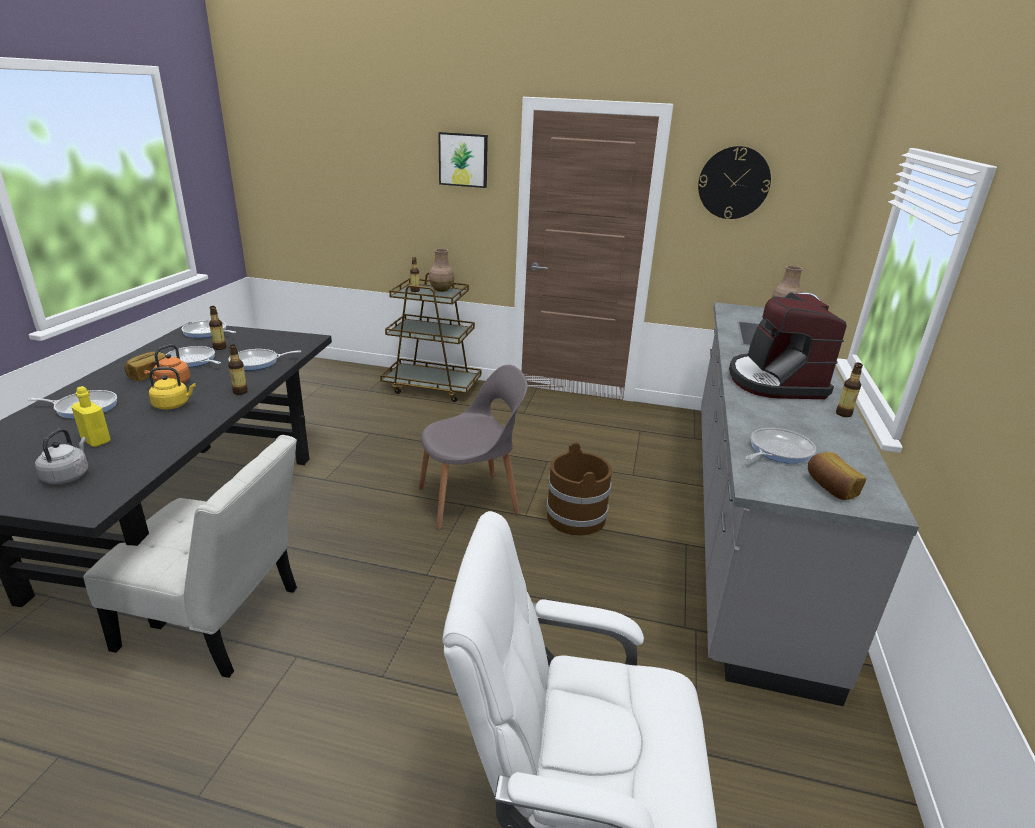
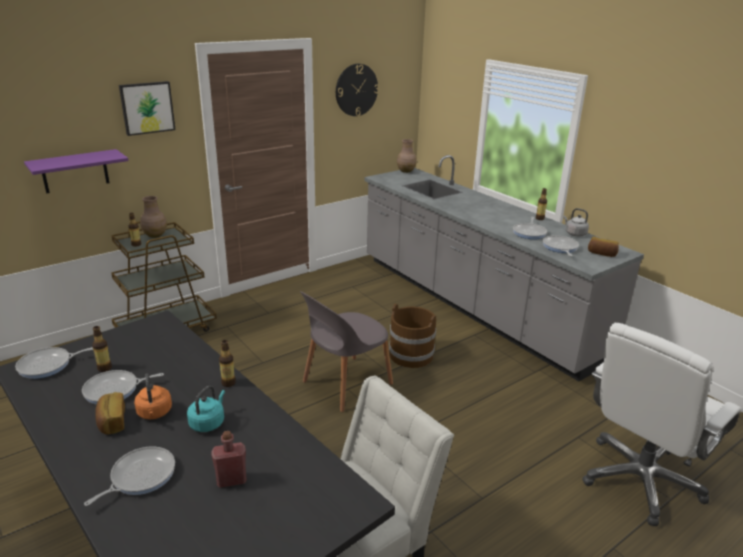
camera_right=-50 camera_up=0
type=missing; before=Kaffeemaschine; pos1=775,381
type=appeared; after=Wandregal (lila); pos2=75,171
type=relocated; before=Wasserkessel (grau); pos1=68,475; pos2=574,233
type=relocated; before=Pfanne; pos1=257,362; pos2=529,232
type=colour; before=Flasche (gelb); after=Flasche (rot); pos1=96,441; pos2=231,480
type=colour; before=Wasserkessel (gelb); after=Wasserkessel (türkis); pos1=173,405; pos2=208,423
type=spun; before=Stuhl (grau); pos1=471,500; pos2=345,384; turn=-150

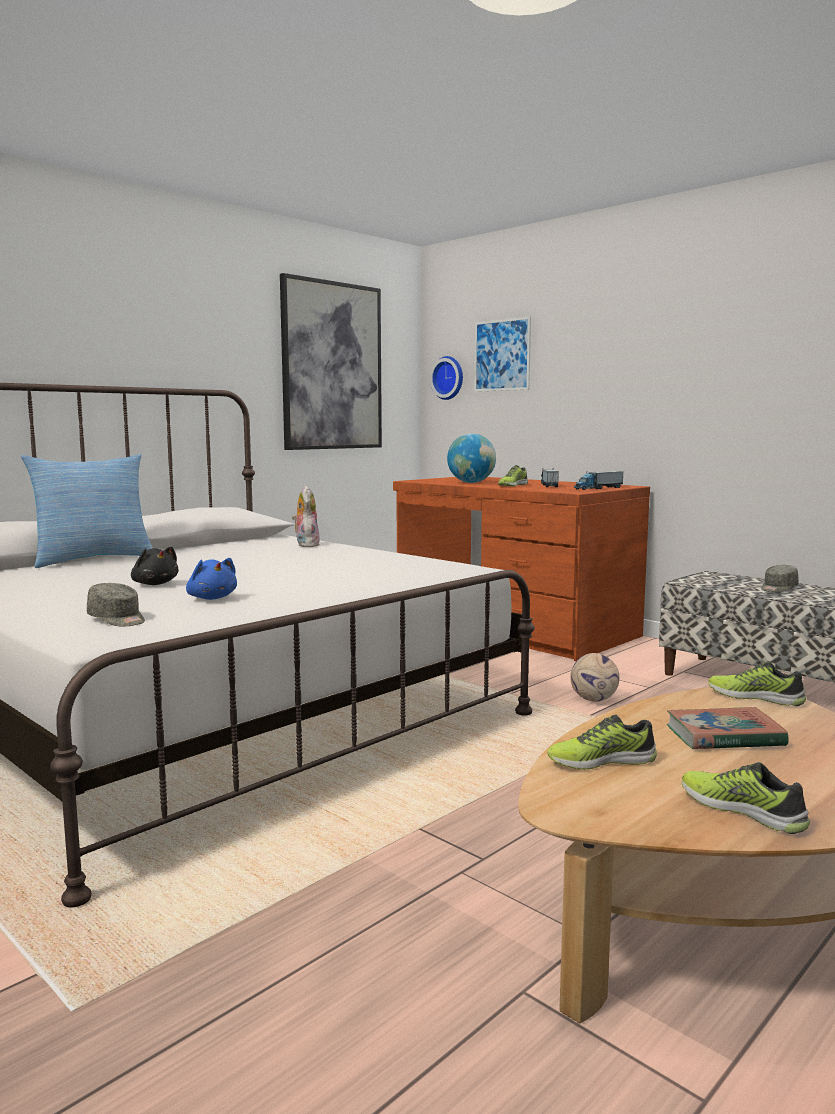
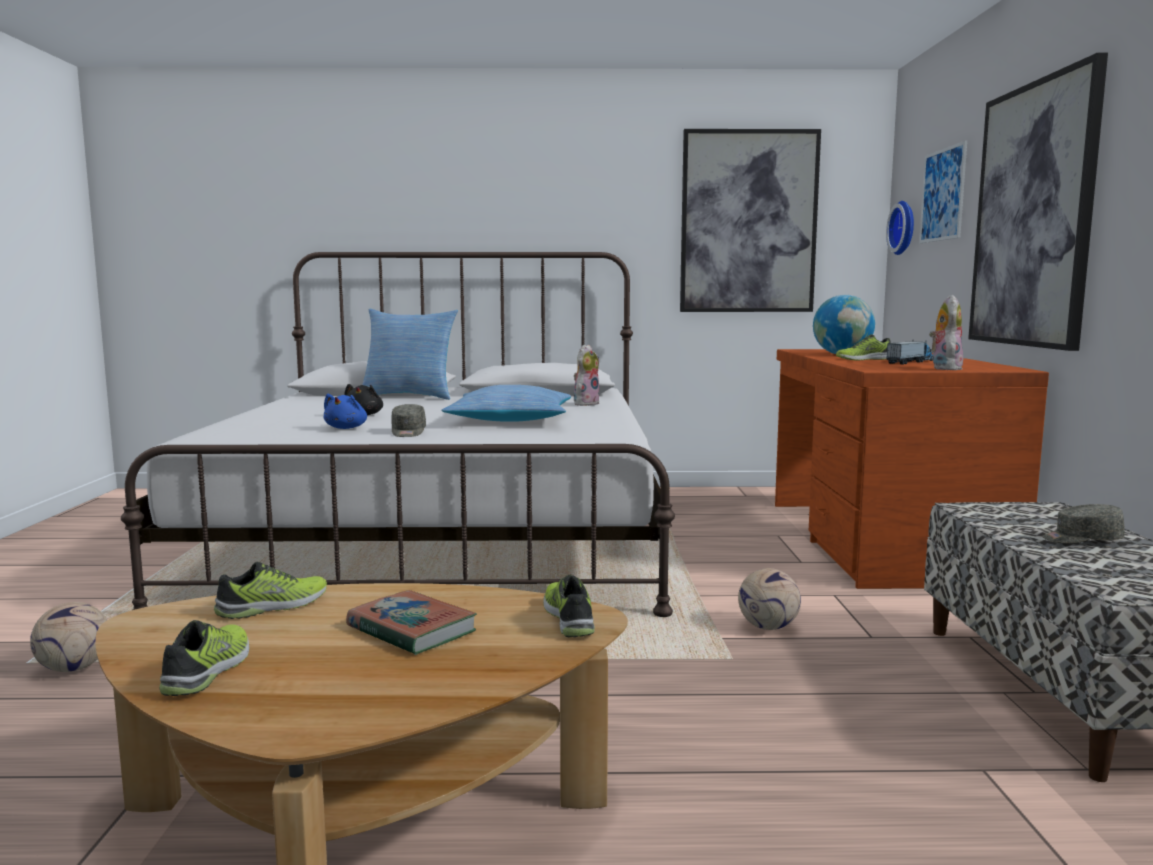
camera_right=45 camera_up=0
type=appeared; after=Fußball; pos2=73,668
type=appeared; after=Kissen; pos2=510,420
type=appeared; after=Bild; pos2=1033,215
type=relocated; before=Kappe (grau); pos1=117,619; pos2=408,432
type=exchanged; before=Spielzeuglaster; after=Plüschtier; pos1=598,488; pos2=944,369
type=spun; before=Schuh; pos1=600,761; pos2=273,606; turn=105

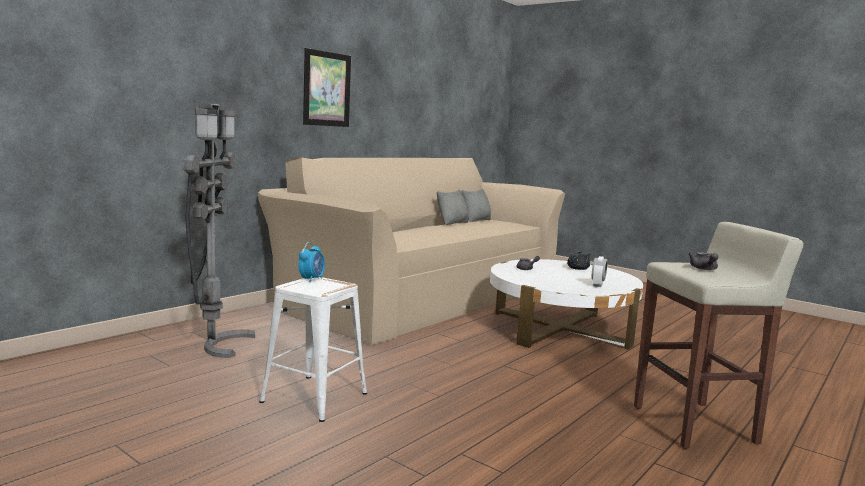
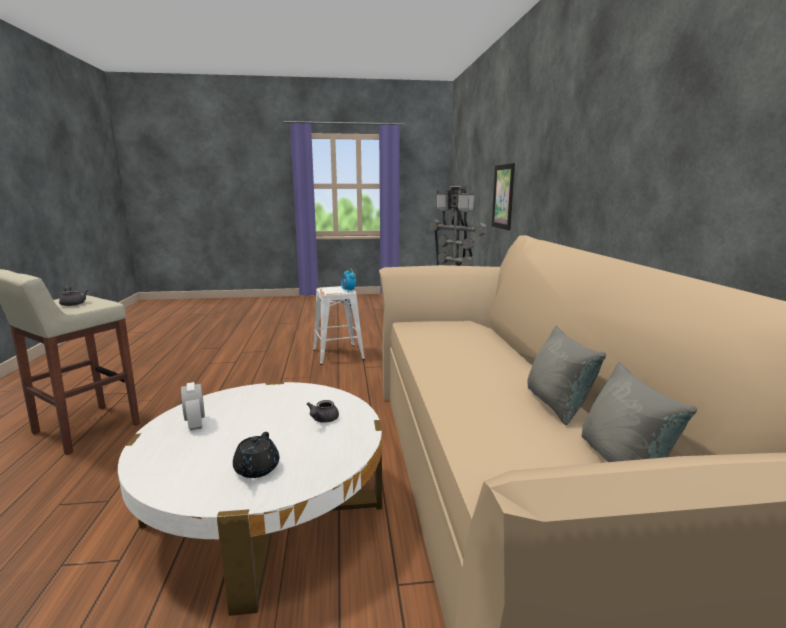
camera_right=135 camera_up=5
type=relocated; before=Bild; pos1=326,89; pos2=503,196

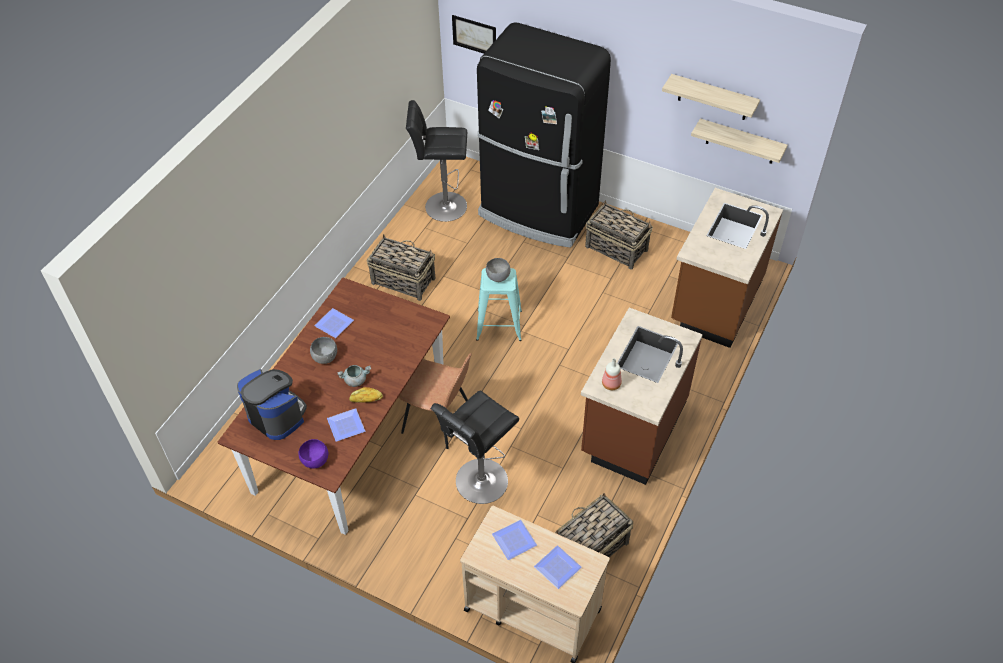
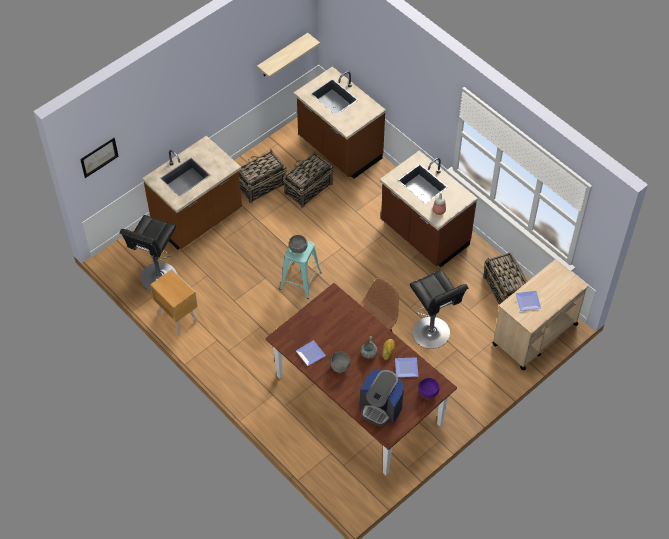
camera_right=-70 camera_up=5
type=missing; before=Teller; pos1=557,569
type=missing; before=Wandregal; pos1=713,98
type=appeared; after=Nachttisch (braun); pos2=178,317
type=relocated; before=Korb; pos1=402,280; pos2=308,189
type=exchanged; before=Kühlschrank (schwarz); after=Küchenzeile (braun); pos1=538,212; pos2=198,219
type=spun; before=Kaffeemaschine; pos1=277,416; pos2=380,407; turn=-120

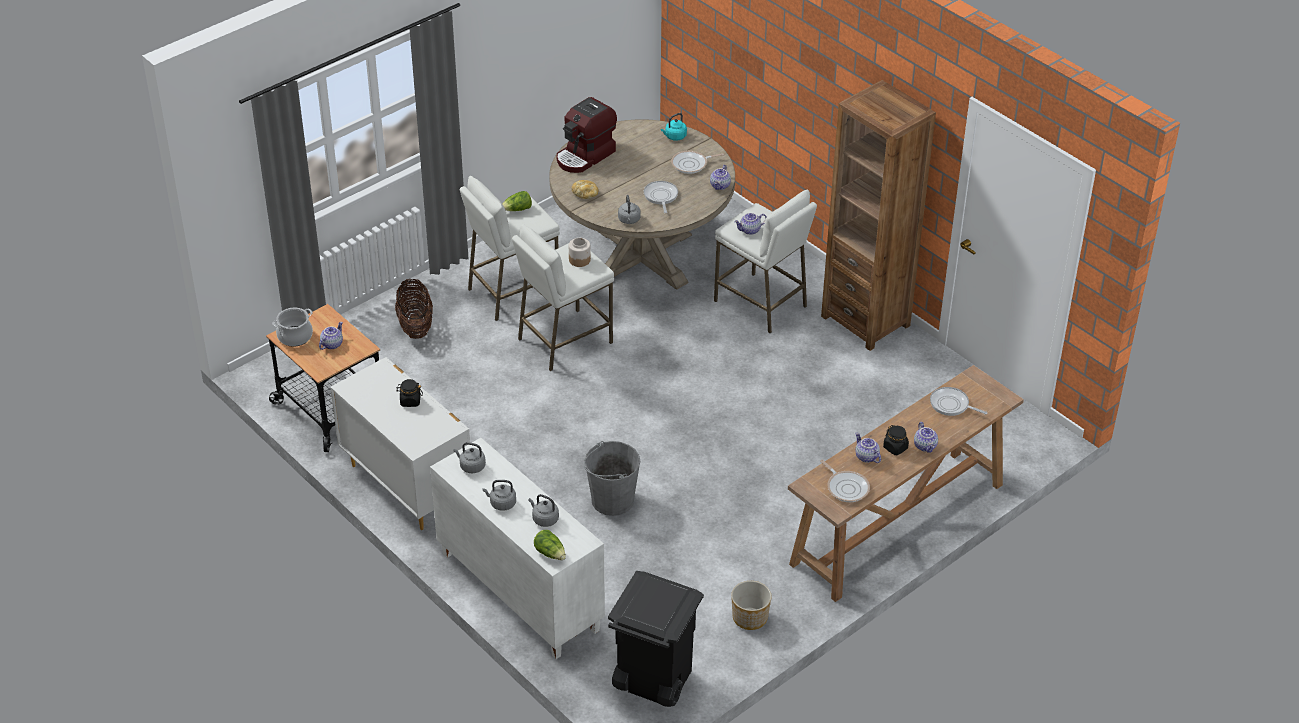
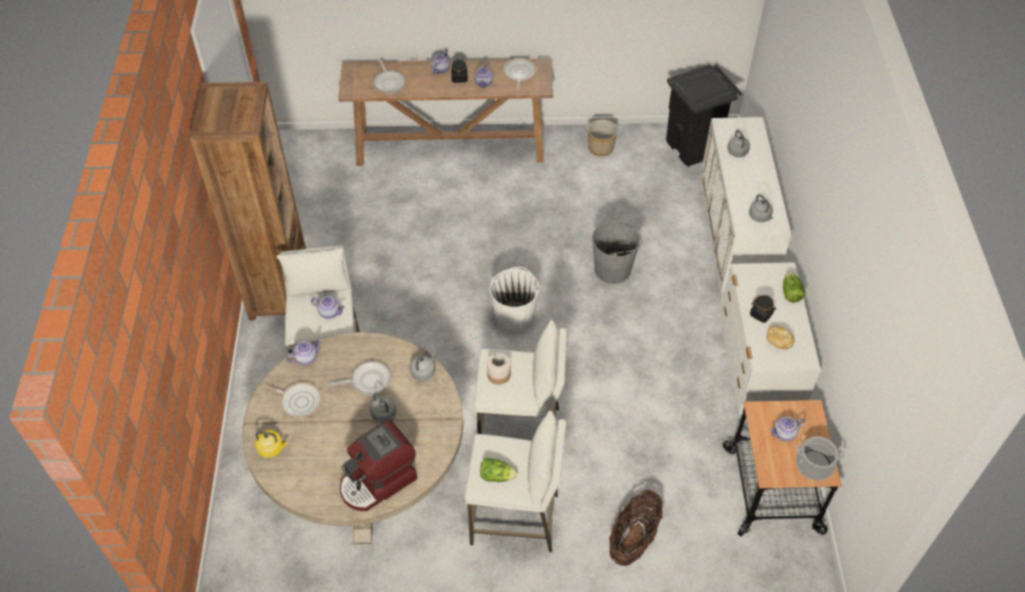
camera_right=-140 camera_up=10
type=appeared; after=Eimer (weiß); pos2=514,318
type=relocated; before=Wasserkessel (grau); pos1=501,503; pos2=385,415
type=relocated; before=Salatkopf; pos1=550,553; pos2=790,293
type=relocated; before=Brot; pos1=585,194; pos2=778,341
type=colour; before=Wasserkessel (türkis); after=Wasserkessel (gelb); pos1=674,137; pos2=272,448
type=spun; before=Kaffeemaschine; pos1=585,156; pos2=378,482; turn=150
type=spun; before=Pfanne; pos1=661,196; pos2=368,380; turn=-135

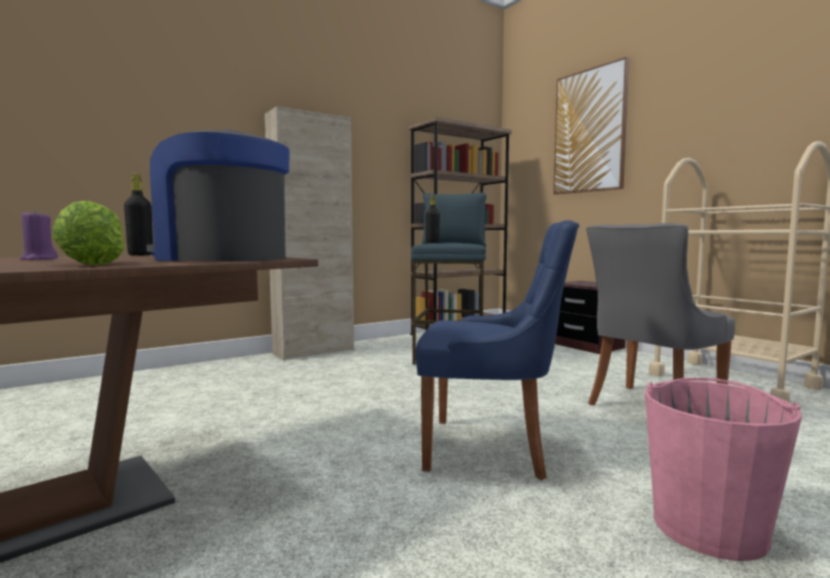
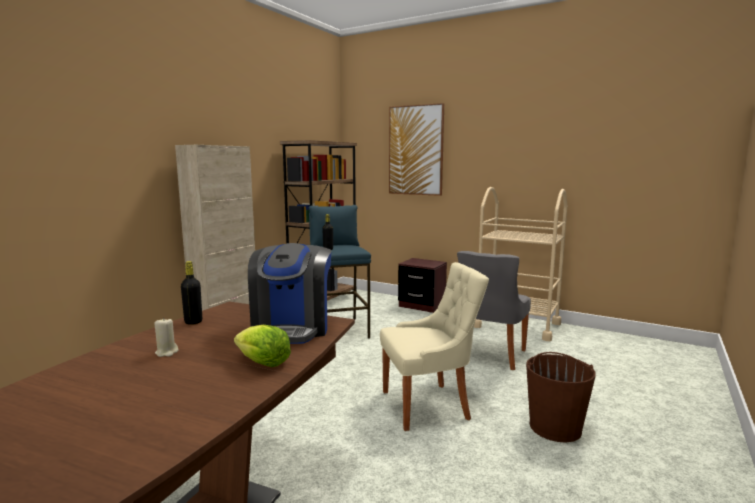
camera_right=-25 camera_up=5
type=colour; before=Kerze (lila); after=Kerze (beige); pos1=38,259; pos2=167,352
type=colour; before=Stuhl (blau); after=Stuhl (beige); pos1=492,448; pos2=428,405
type=colour; before=Eimer (rosa); after=Eimer (braun); pos1=709,527; pos2=555,427
type=spun; before=Kaffeemaschine; pos1=220,258; pos2=292,328; turn=-90

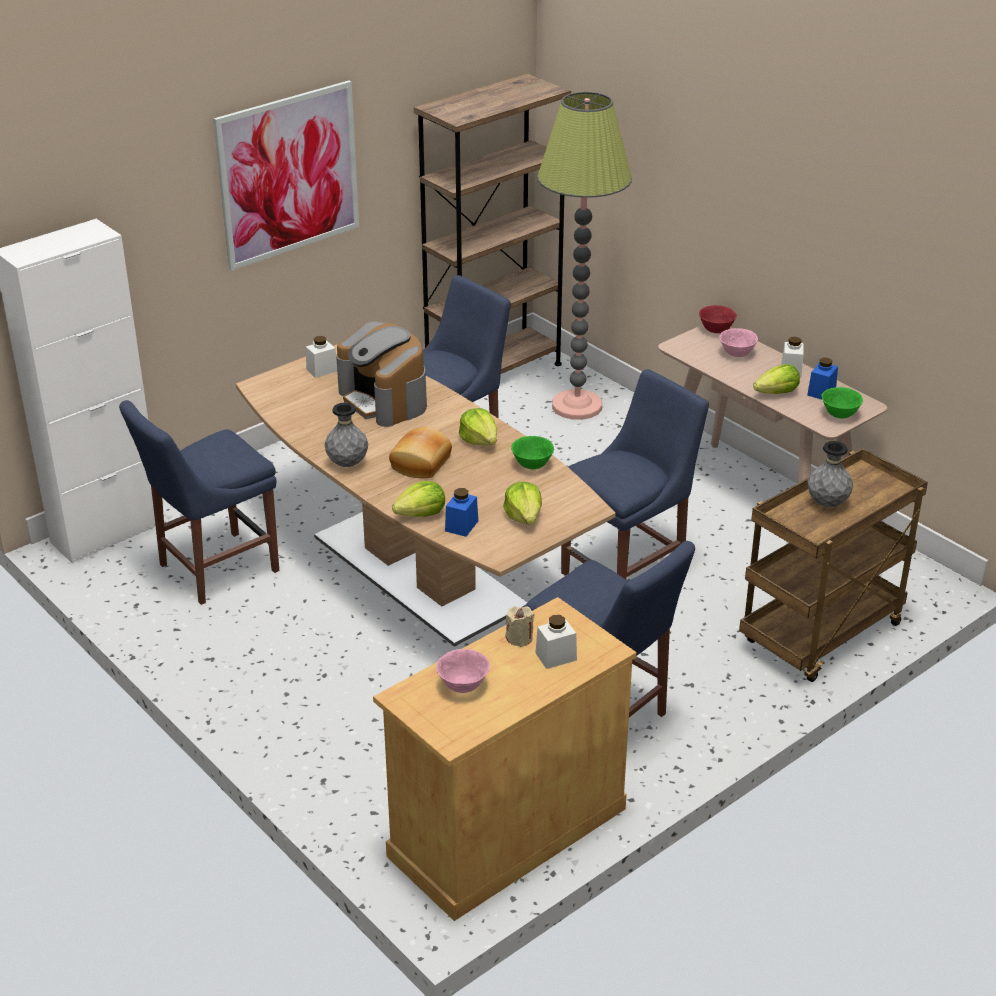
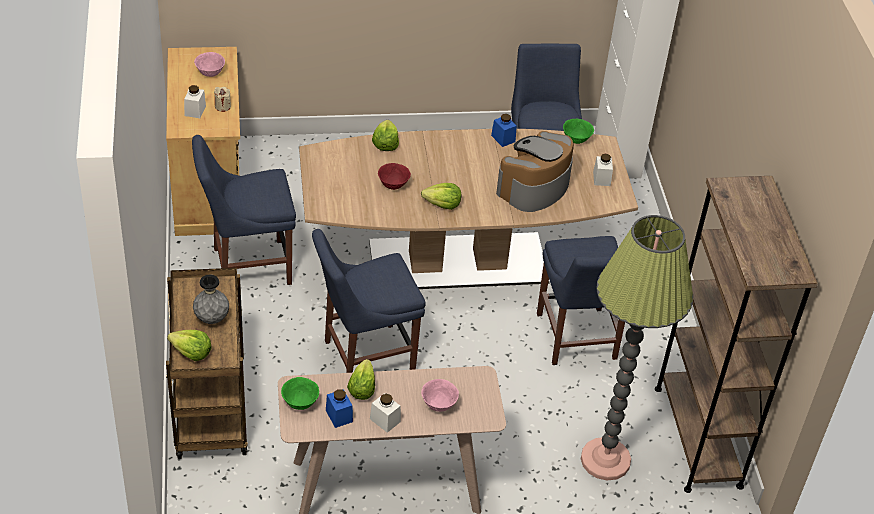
camera_right=120 camera_up=10
type=missing; before=Bild; pos1=289,174
type=missing; before=Vase (grau); pos1=347,464
type=missing; before=Brot; pos1=422,464
type=relocated; before=Vorratsglas (blau); pos1=461,526; pos2=503,138
type=relocated; before=Salatkopf; pos1=524,516; pos2=191,353
type=relocated; before=Schüssel (grün); pos1=532,465; pos2=576,140
type=relocated; before=Schüssel (rot); pos1=716,330; pos2=393,185
type=spun; before=Kaffeemaschine; pos1=384,400; pos2=534,188; turn=-45
type=spun; before=Stuhl (blau); pos1=627,573; pos2=364,356; turn=75

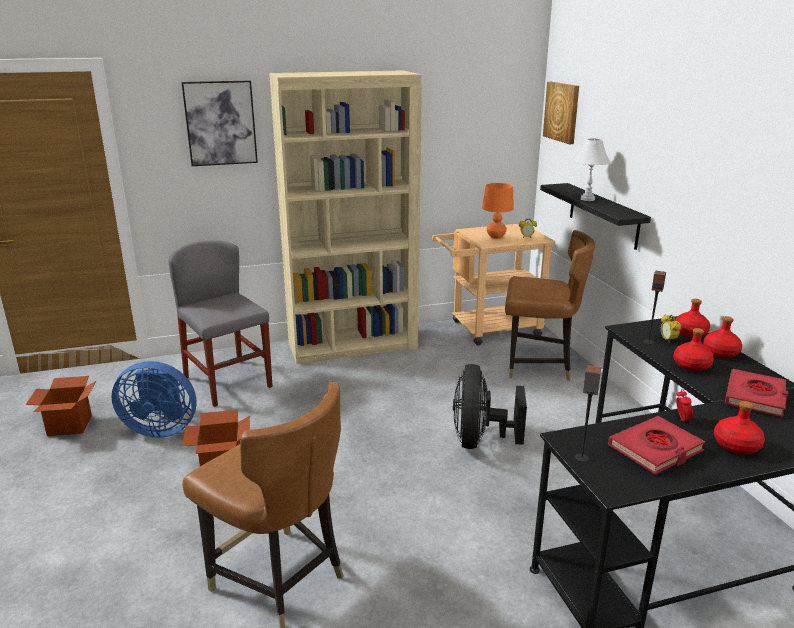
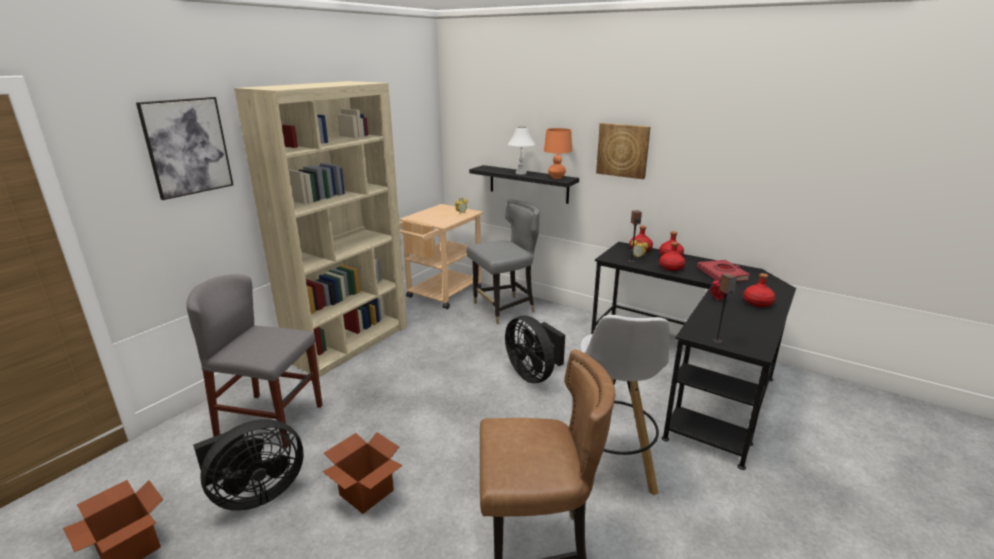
camera_right=-40 camera_up=0
type=missing; before=Buch (rot); pos1=655,449
type=appeared; after=Hocker (weiß); pos2=611,465
type=relocated; before=Tischlampe (orange); pos1=496,237; pos2=556,177
type=relocated; before=Bild; pos1=562,112; pos2=623,150
type=colour; before=Ventilator (blau); after=Ventilator (schwarz); pos1=161,428; pos2=255,494
type=colour; before=Stuhl (braun); after=Stuhl (grau); pos1=539,365; pos2=504,309

